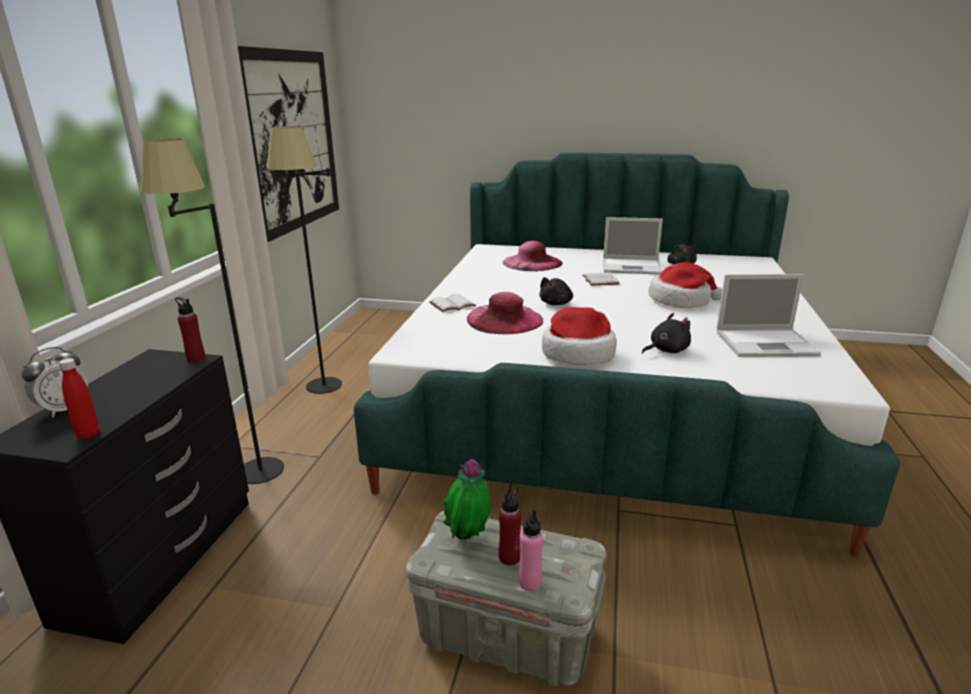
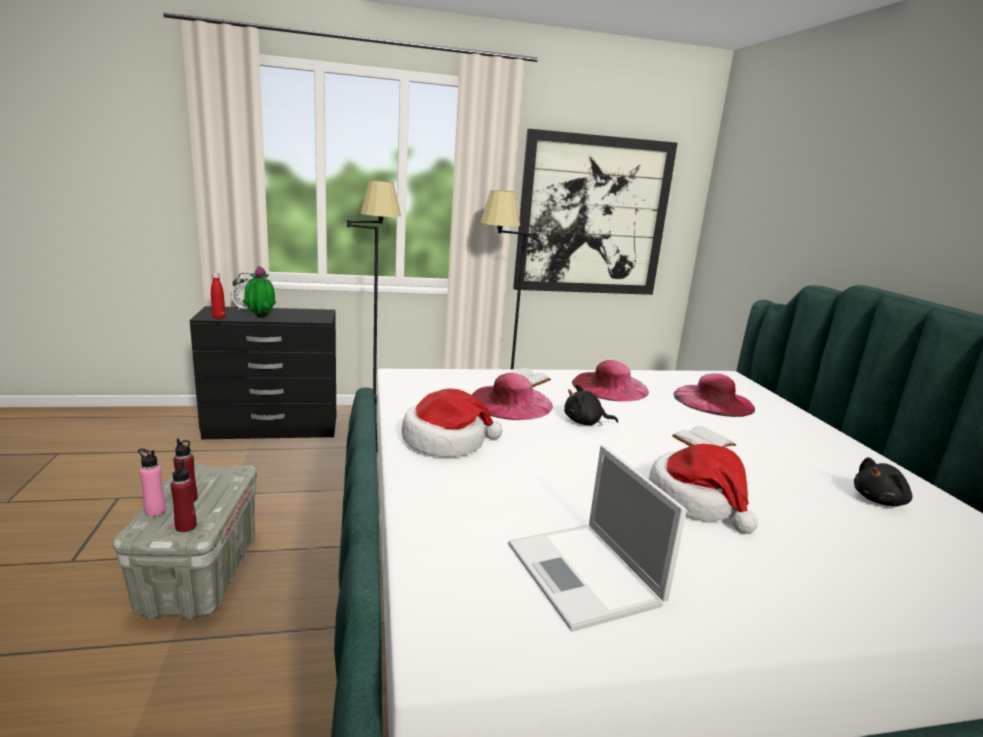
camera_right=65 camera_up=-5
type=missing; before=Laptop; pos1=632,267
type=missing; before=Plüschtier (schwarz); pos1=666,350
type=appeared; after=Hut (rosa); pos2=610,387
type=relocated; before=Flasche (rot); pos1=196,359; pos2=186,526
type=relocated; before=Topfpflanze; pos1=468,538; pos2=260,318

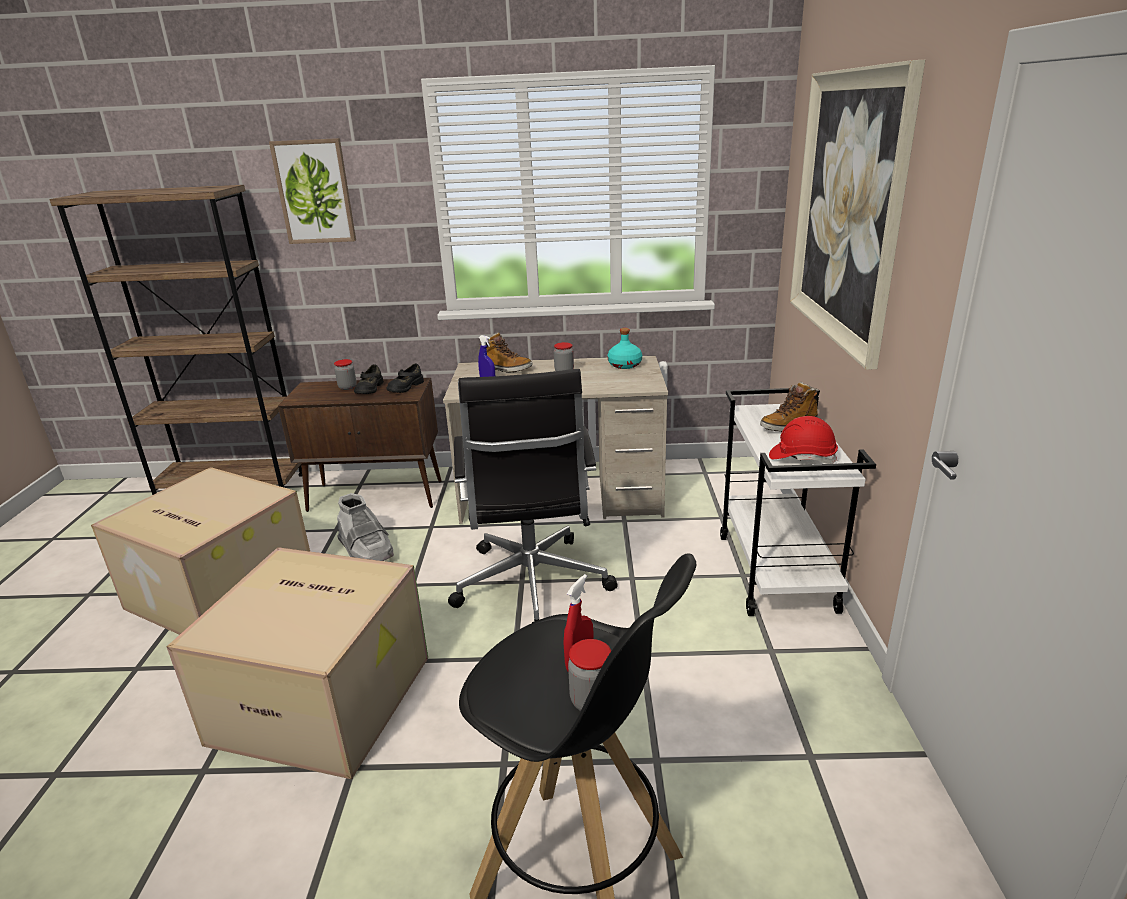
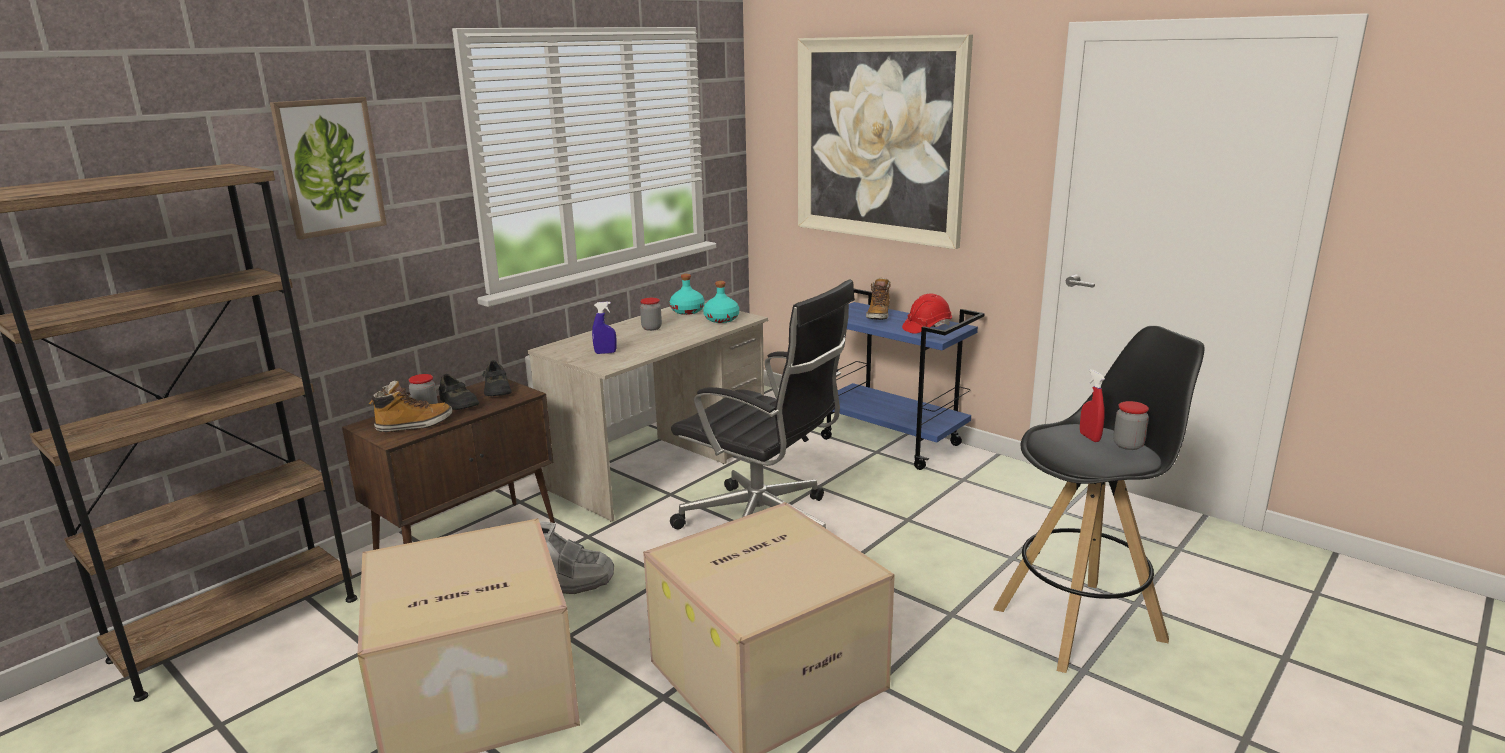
camera_right=-50 camera_up=-5
type=appeared; after=Flasche (türkis); pos2=721,319
type=relocated; before=Stiefel; pos1=506,369; pos2=414,425
type=colour; before=Rollwagen (weiß); after=Rollwagen (blau); pos1=777,573; pos2=892,442

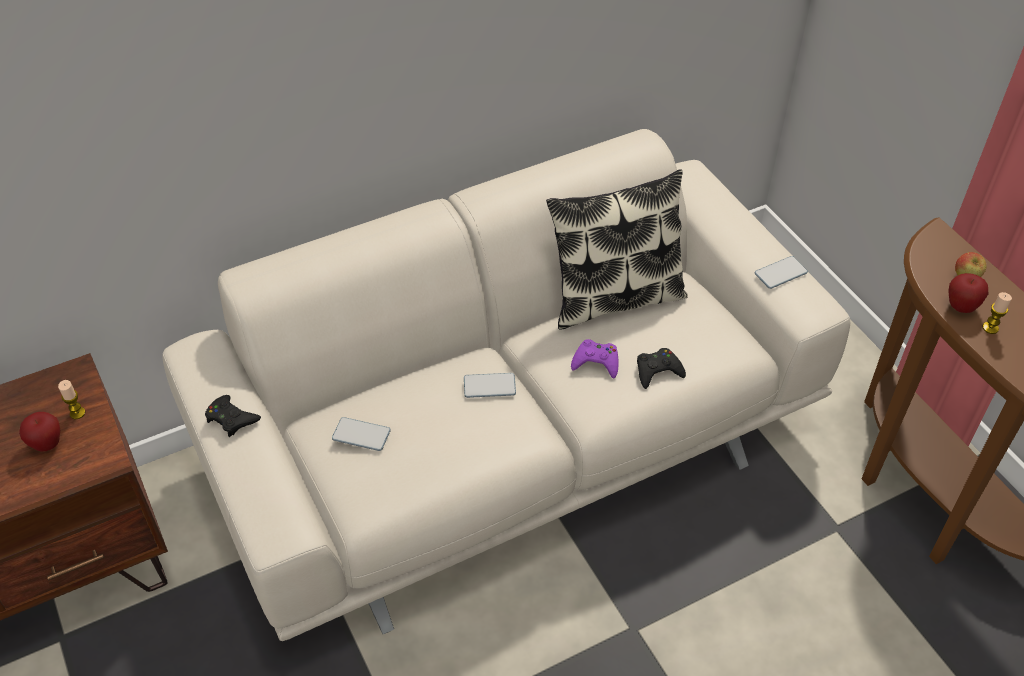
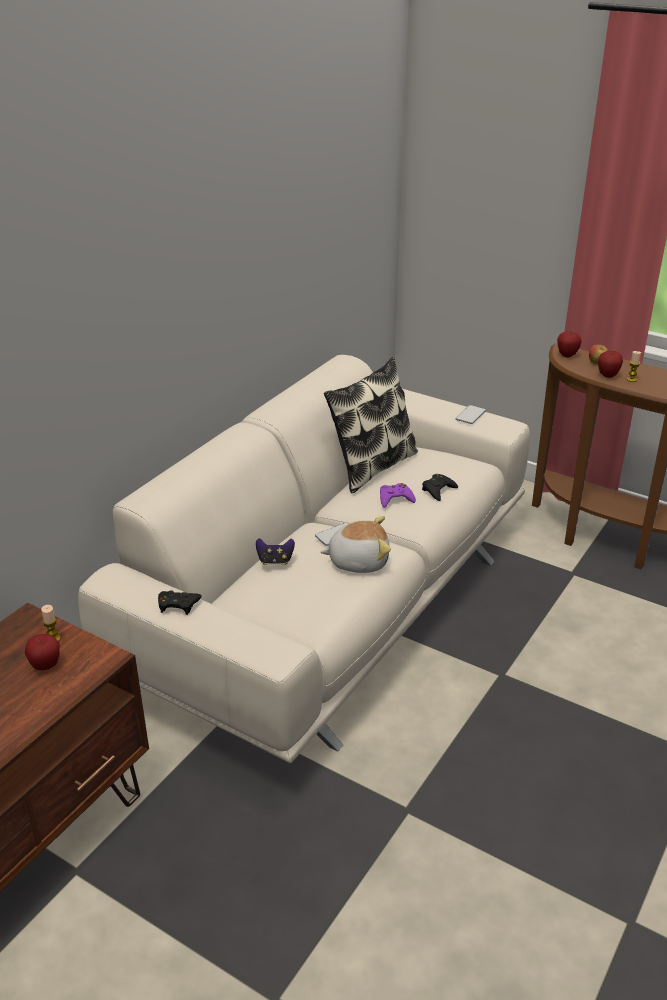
camera_right=-30 camera_up=-15
type=missing; before=Handy; pos1=361,435
type=appeared; after=Gamepad; pos2=275,561
type=appeared; after=Plüschtier; pos2=358,560
type=appeared; after=Apfel; pos2=567,355

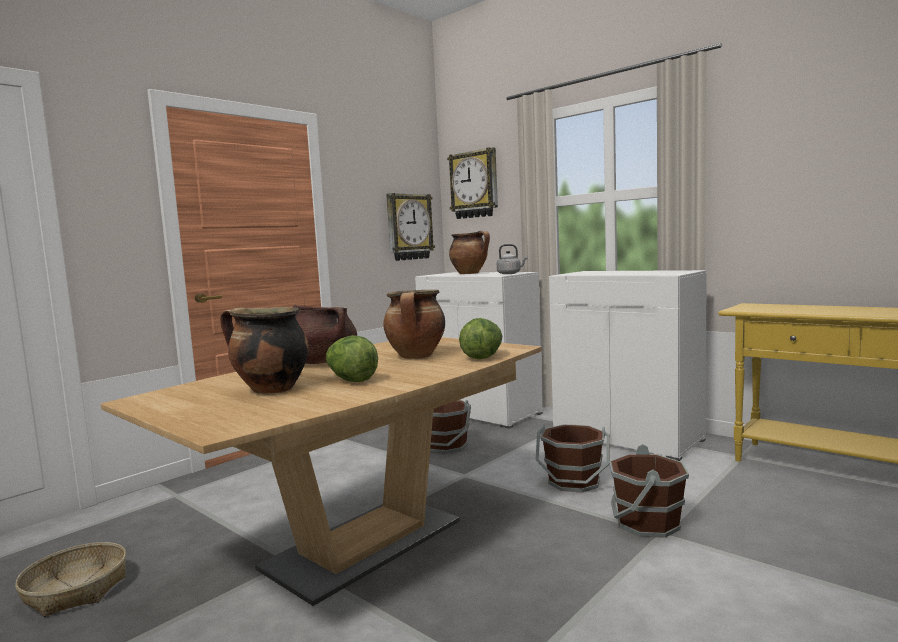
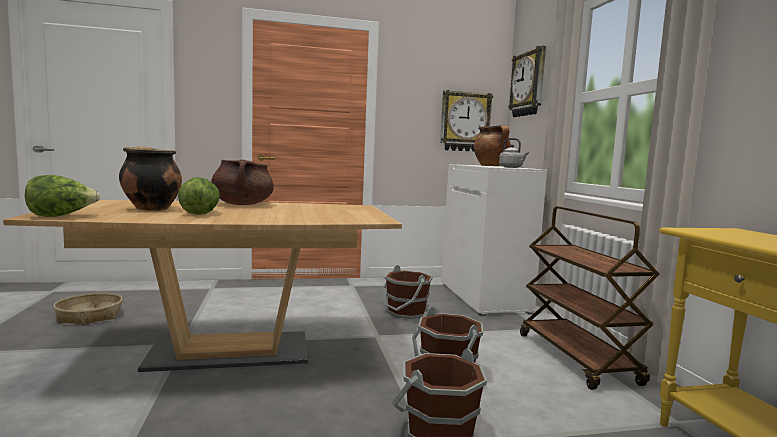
camera_right=35 camera_up=0
type=missing; before=Kochtopf; pos1=416,357
type=relocated; before=Salatkopf; pos1=482,357; pos2=61,216
type=exchanged; before=Schrank (weiß); after=Rollwagen (braun); pos1=628,437; pos2=577,359

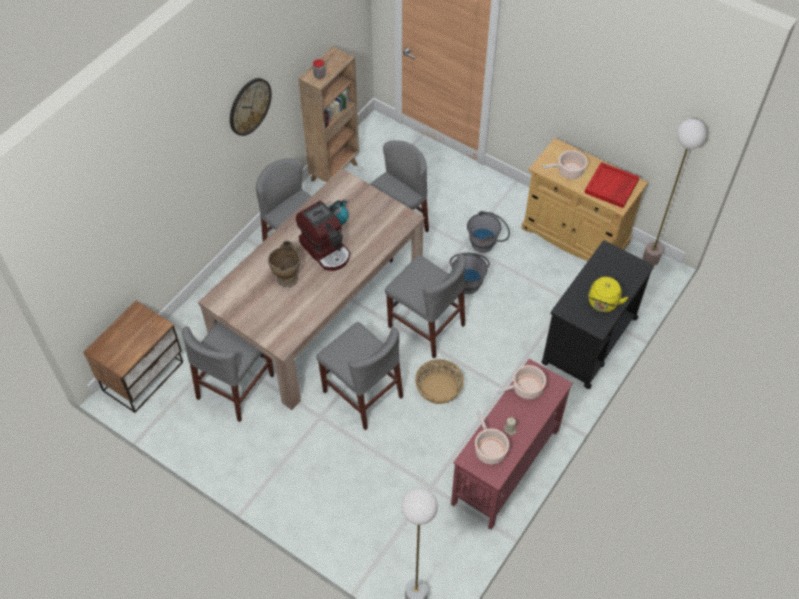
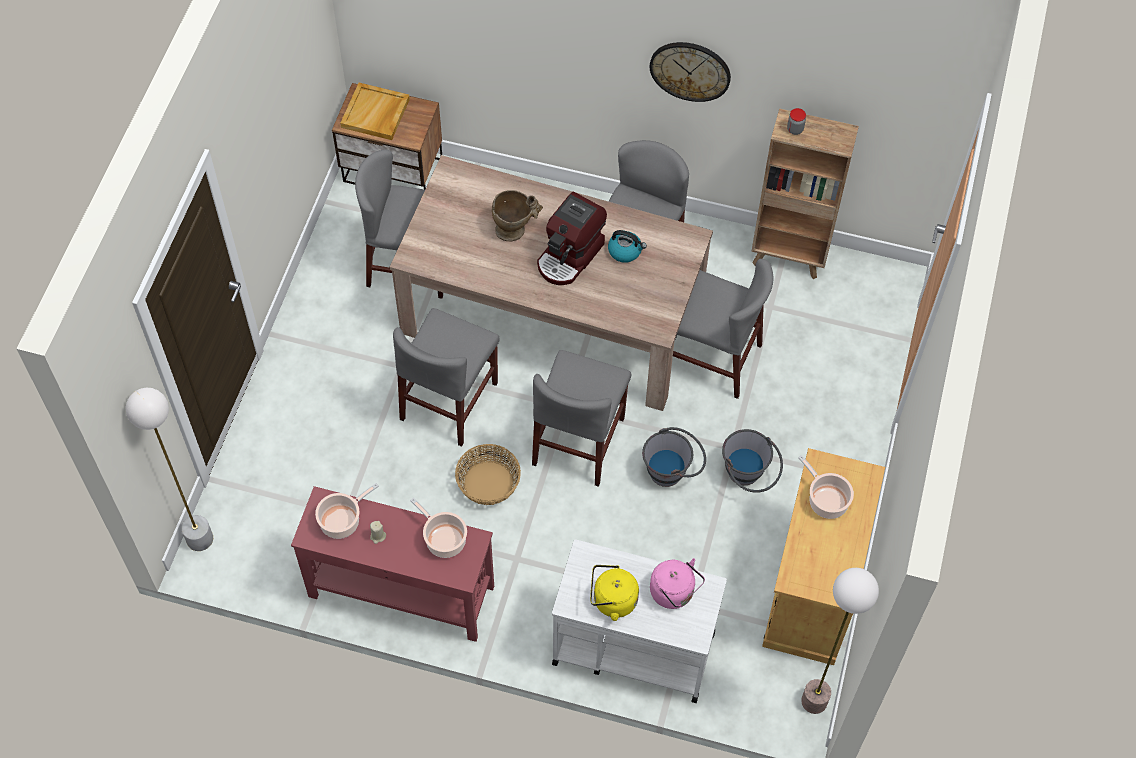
camera_right=70 camera_up=5
type=missing; before=Tablett (rot); pos1=611,187
type=appeared; after=Tablett (beige); pos2=375,114
type=appeared; after=Wasserkessel (rosa); pos2=674,593
type=colour; before=Rollwagen (schwarz); after=Rollwagen (weiß); pos1=589,341; pos2=632,647

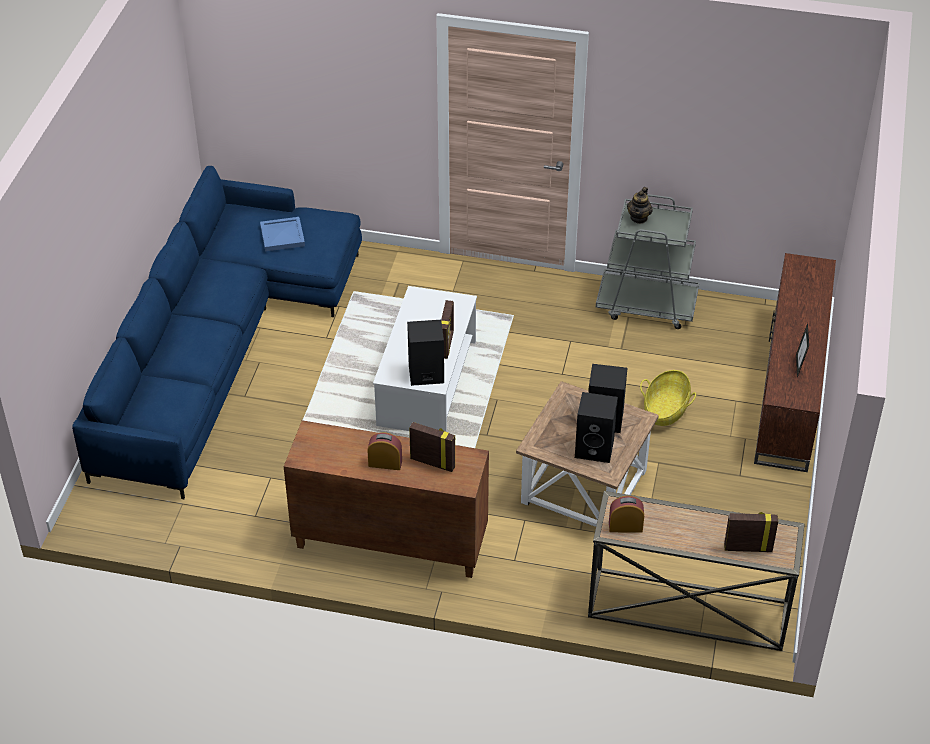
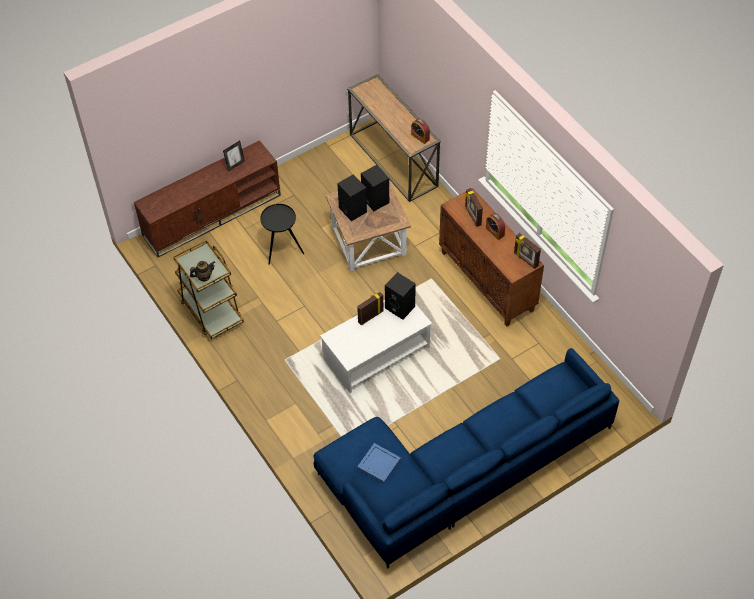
camera_right=-135 camera_up=10
type=relocated; before=Bilderrahmen; pos1=748,548; pos2=525,260
type=exchanged; before=Korb; after=Beistelltisch (schwarz); pos1=665,409; pos2=281,249
type=colour; before=Rollwagen (grau); after=Rollwagen (braun); pos1=647,305; pos2=211,311

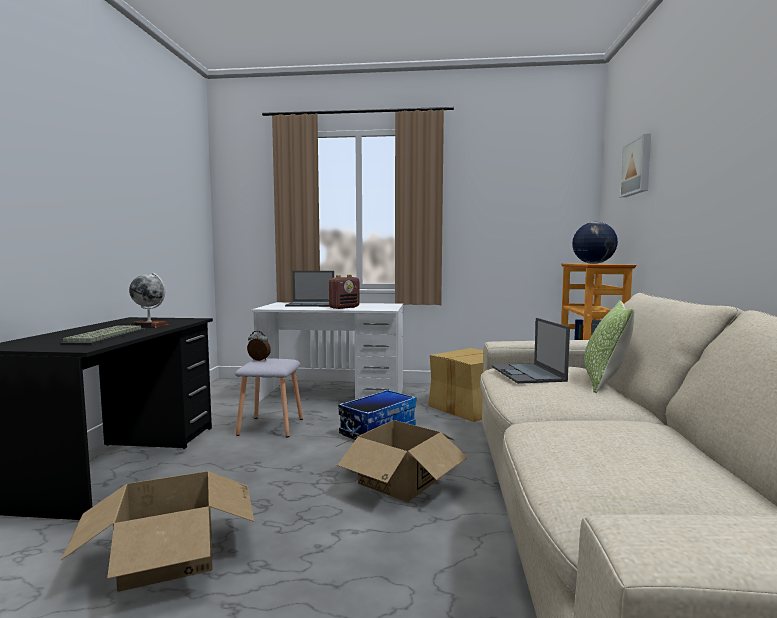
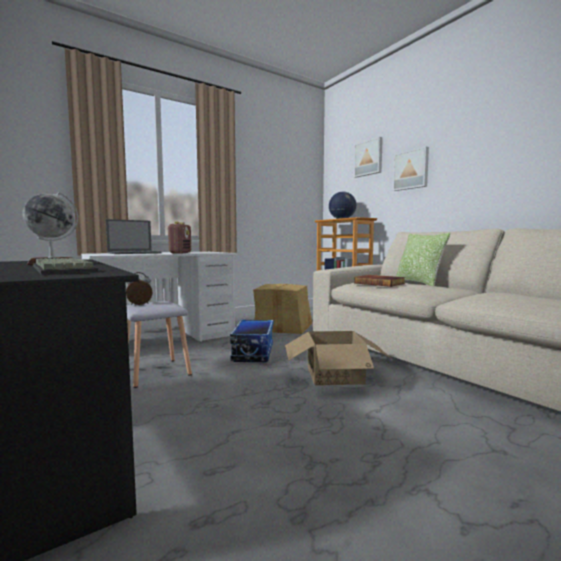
camera_right=-40 camera_up=0
type=missing; before=Karton; pos1=169,555
type=appeared; after=Bild; pos2=411,170
type=exchanged; before=Laptop; after=Buch; pos1=528,374; pos2=380,283

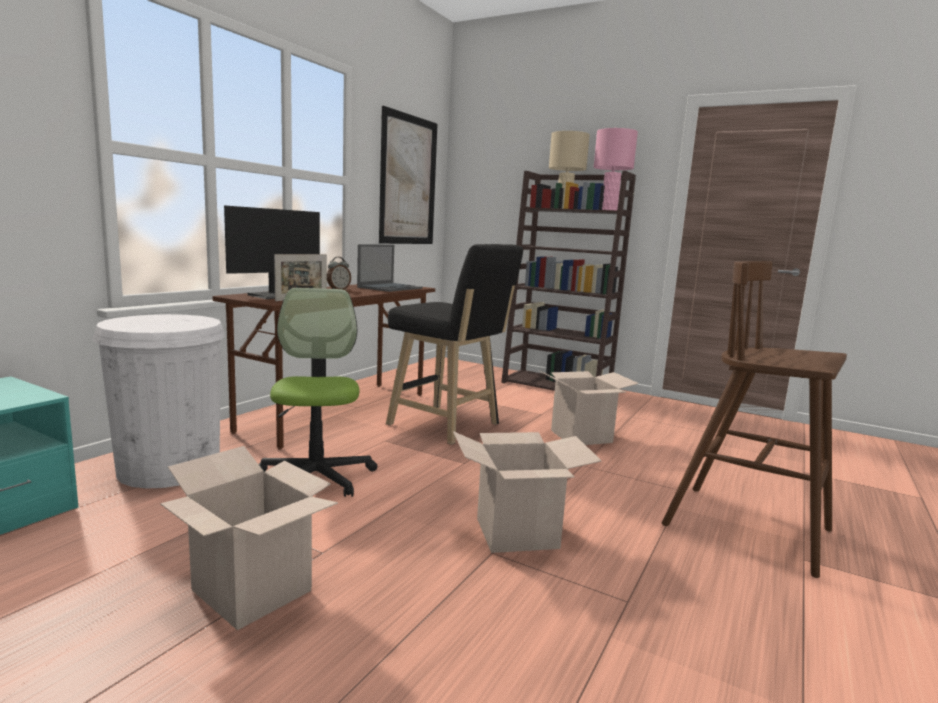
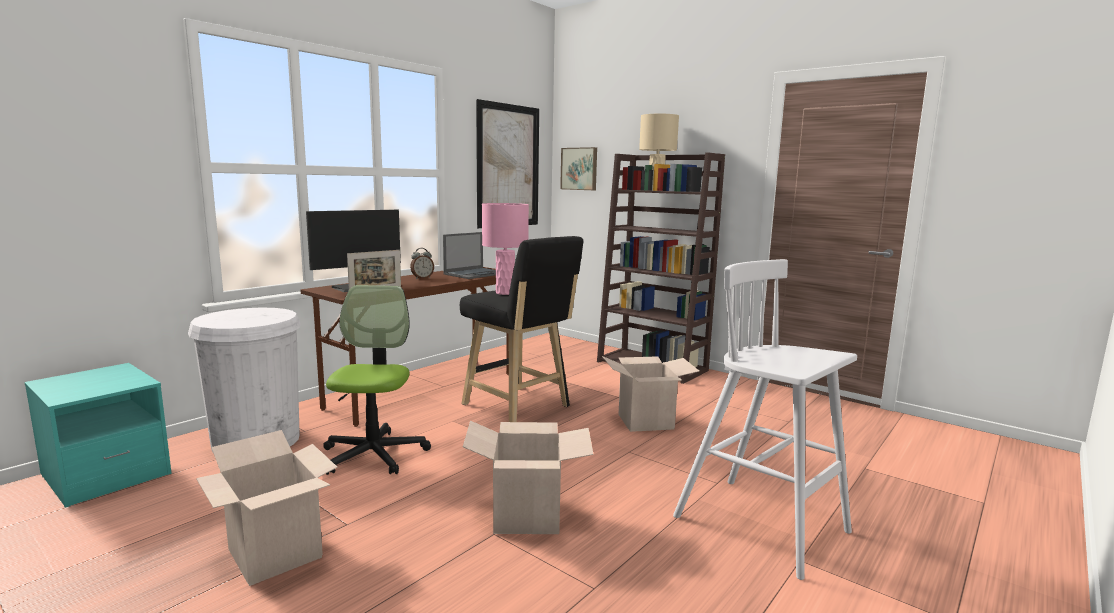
camera_right=10 camera_up=0
type=appeared; after=Bild; pos2=579,169
type=relocated; before=Tischlampe (rosa); pos1=609,210; pos2=505,293
type=colour; before=Hocker (braun); after=Hocker (weiß); pos1=751,529; pos2=764,526

